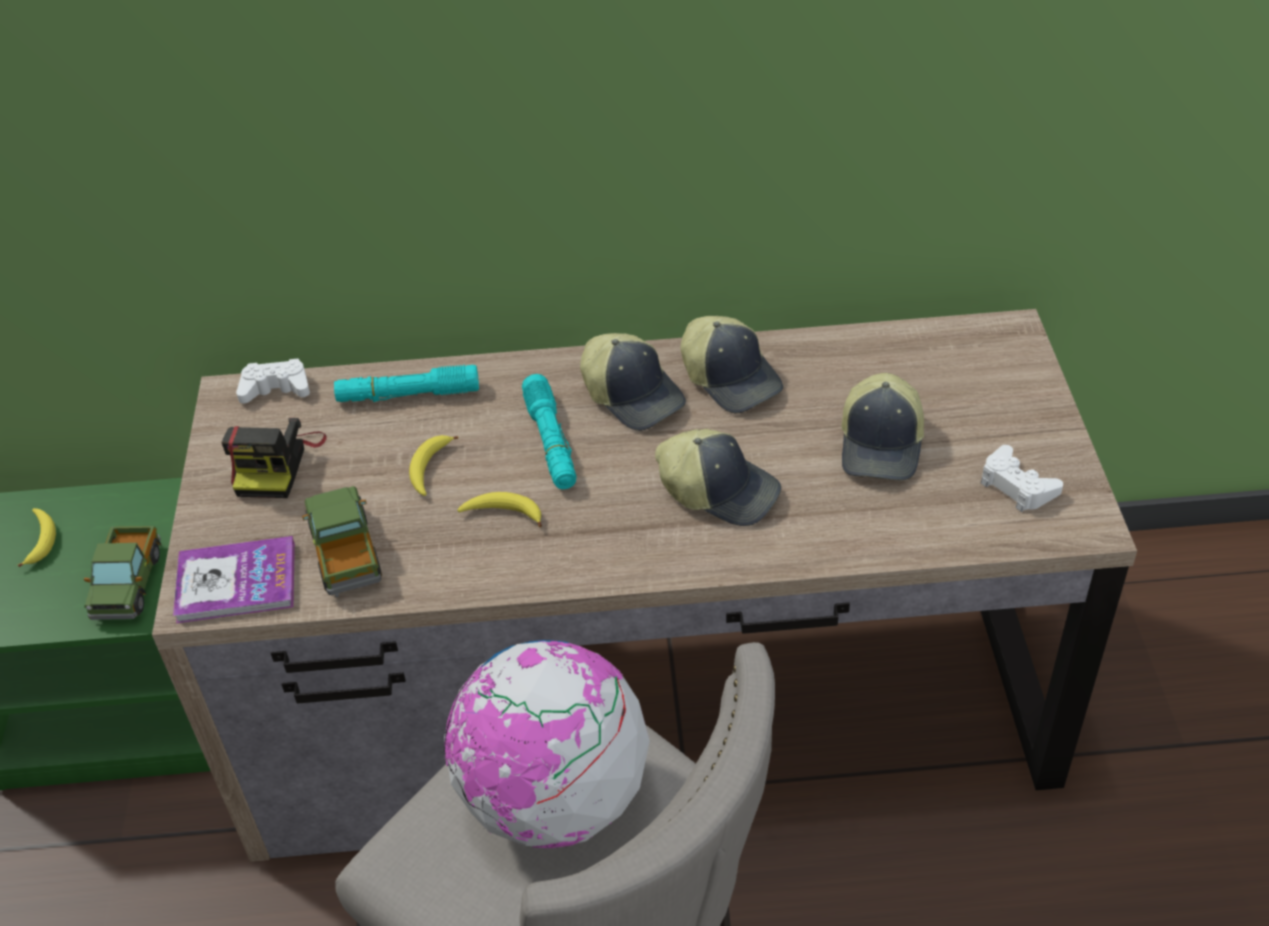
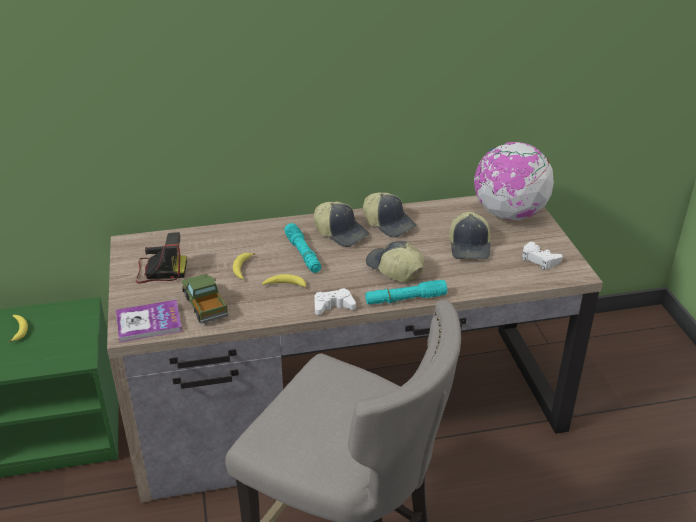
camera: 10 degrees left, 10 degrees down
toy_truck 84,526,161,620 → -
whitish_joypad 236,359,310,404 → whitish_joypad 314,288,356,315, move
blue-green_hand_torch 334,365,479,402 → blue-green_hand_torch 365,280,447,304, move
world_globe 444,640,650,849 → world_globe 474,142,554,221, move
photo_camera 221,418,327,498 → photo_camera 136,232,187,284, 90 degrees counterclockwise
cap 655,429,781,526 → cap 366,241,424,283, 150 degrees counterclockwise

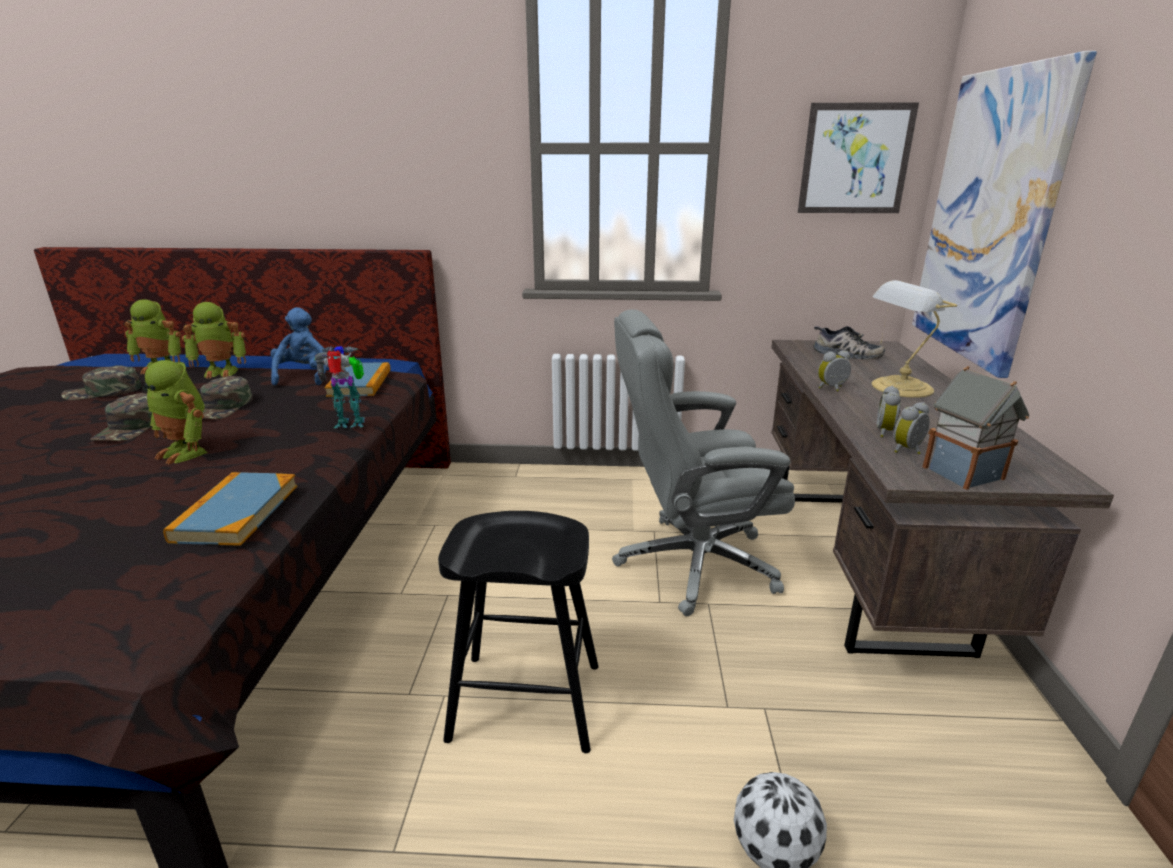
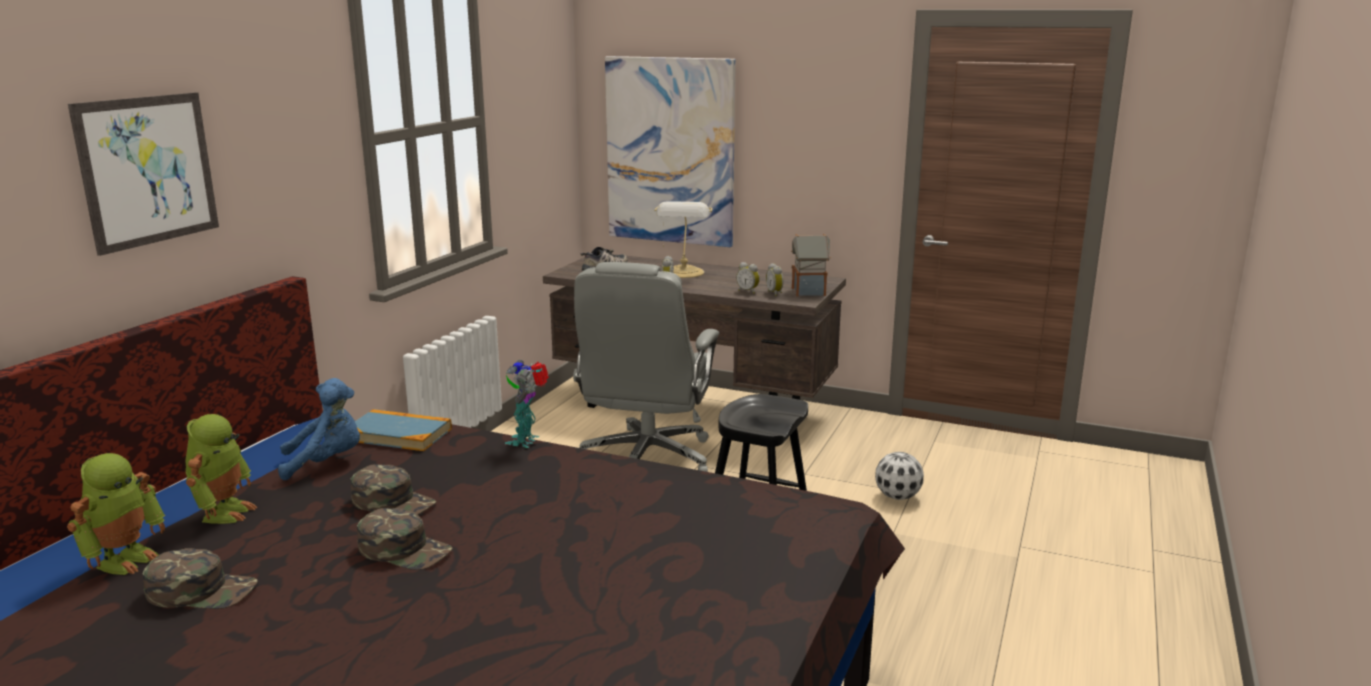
camera: 70 degrees left, 5 degrees down
model_robot 142,360,208,464 → -
book 163,472,297,546 → -
picture 798,102,919,213 → picture 68,92,219,256, move
green_cap 61,365,142,400 → green_cap 142,548,257,609, 90 degrees counterclockwise
blue-coloured_plush_toy 270,307,327,385 → blue-coloured_plush_toy 278,378,360,480, 150 degrees clockwise

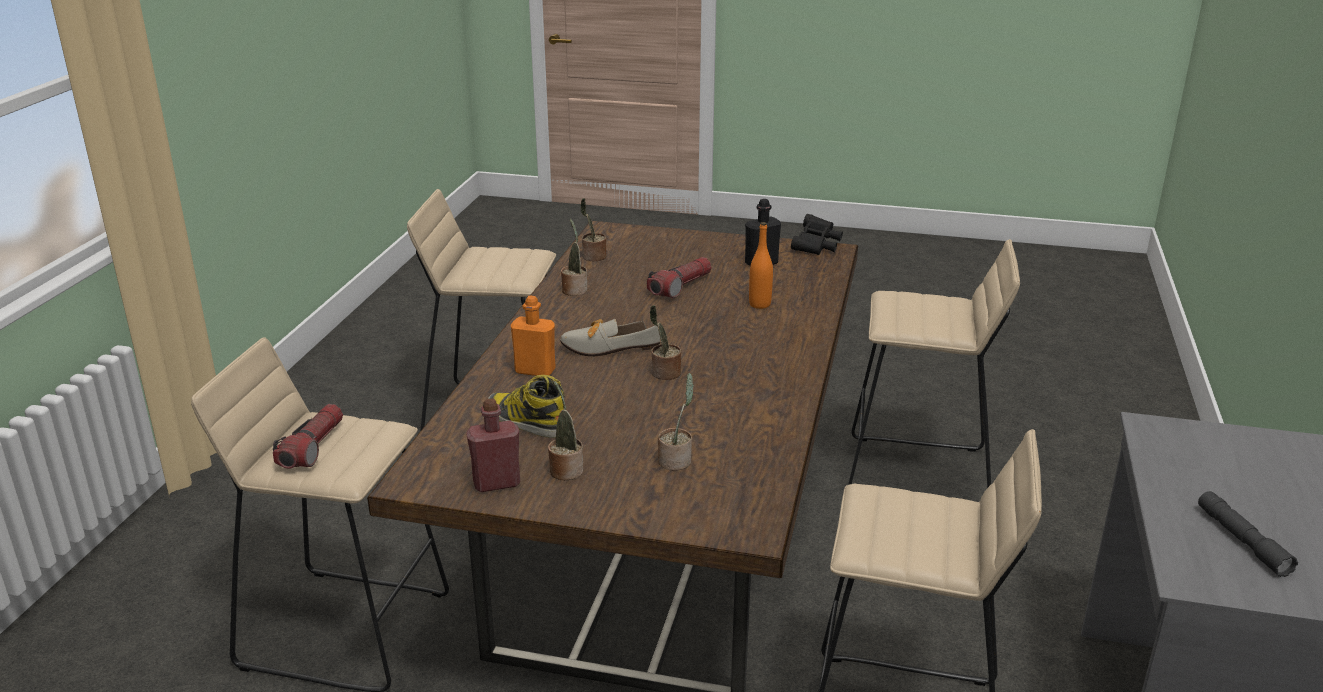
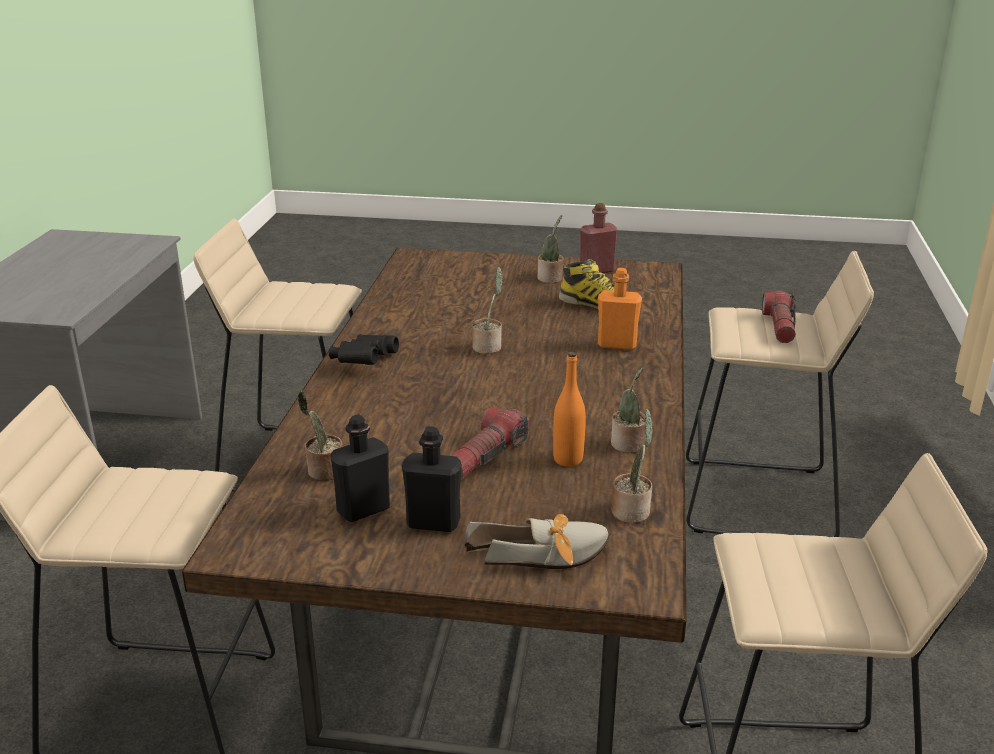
camera: 175 degrees right, 0 degrees up
gray_hand_torch 1198,491,1298,577 → -
- → black_beverage_bottle 402,426,462,532
item_of_footwear 560,319,660,356 → item_of_footwear 465,514,609,569, move
plant_in_a_pot 658,373,694,471 → plant_in_a_pot 297,391,342,481, move
orange-coloured_beverage_bottle 749,222,773,309 → orange-coloured_beverage_bottle 553,352,586,467, move
black_field_glasses 791,214,843,255 → black_field_glasses 329,334,399,365, move

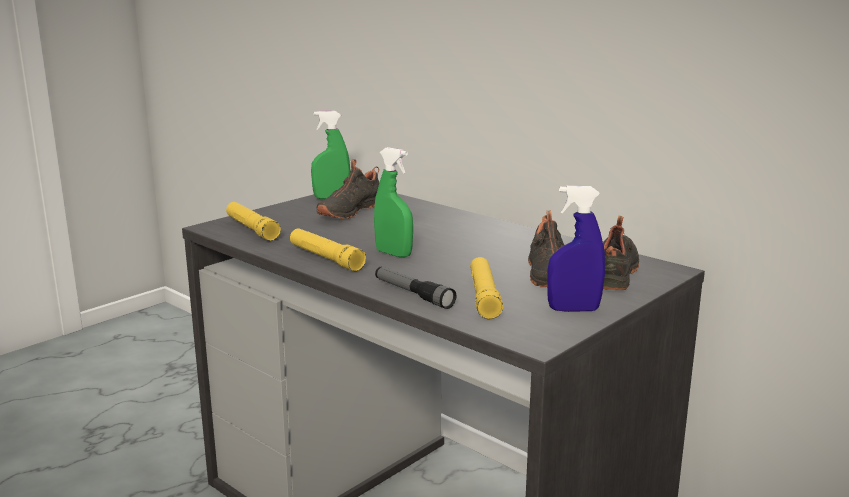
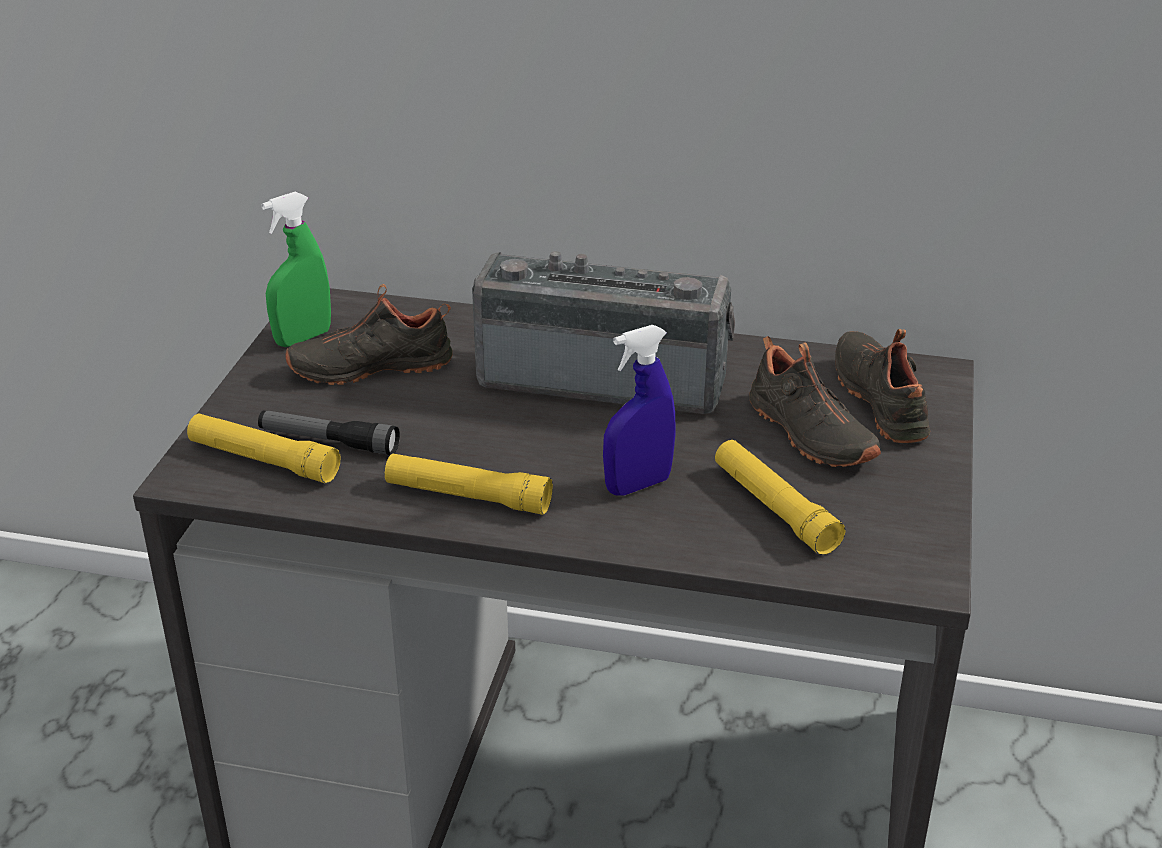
camera: 30 degrees left, 15 degrees up
green_sprayer 374,147,413,257 → -
- → radio_receiver 472,251,735,414
hand_torch 375,267,456,309 → hand_torch 258,410,400,455, move
blue-coloured_sprayer 547,186,605,312 → blue-coloured_sprayer 603,325,676,495, move
black_item_of_footwear 317,159,379,219 → black_item_of_footwear 285,284,453,385, 75 degrees clockwise

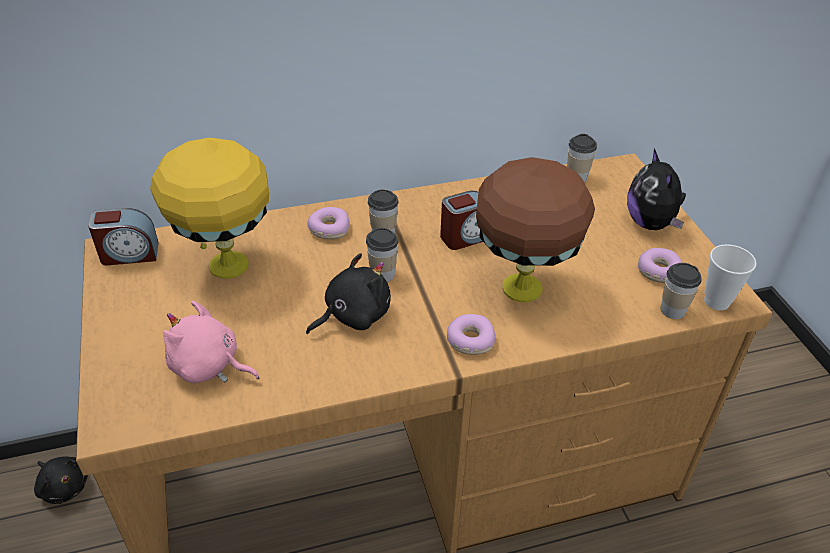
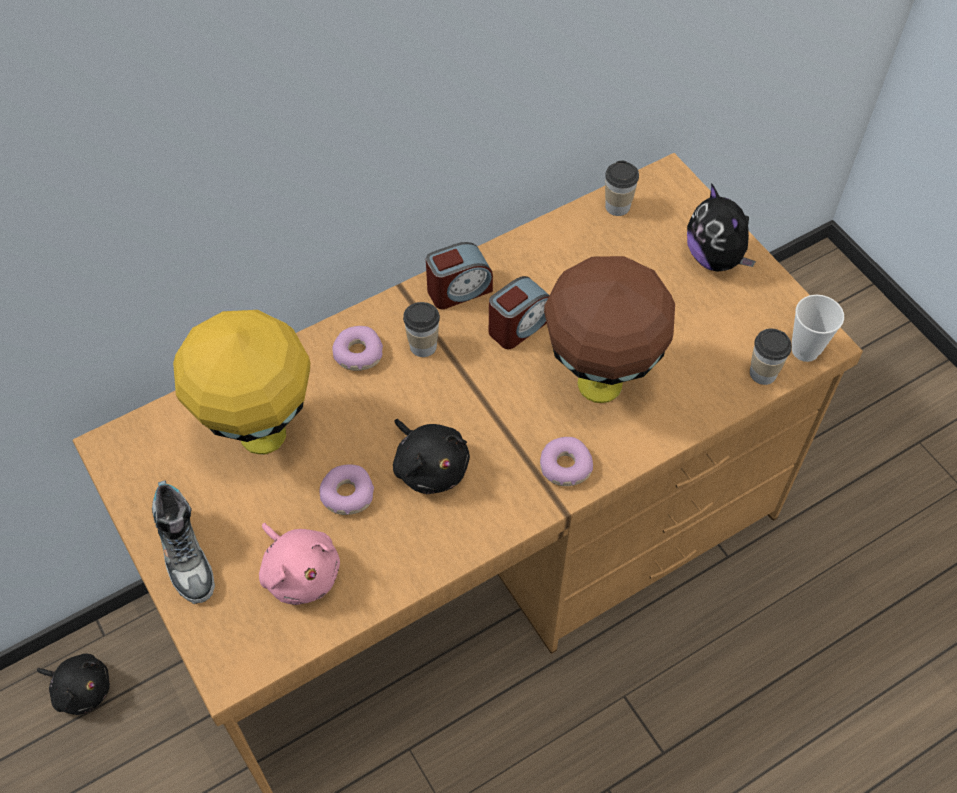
camera: 15 degrees left, 15 degrees up
small_cup 366,228,399,282 → -
- → item_of_footwear 152,480,215,604
alarm_clock 88,208,158,265 → alarm_clock 426,242,493,309, move
ring_doughnut 638,248,682,283 → ring_doughnut 320,464,374,515, move
pink-coloured_plush_toy 163,301,259,383 → pink-coloured_plush_toy 259,523,340,605, 135 degrees counterclockwise
black_plush_toy 306,253,391,334 → black_plush_toy 393,419,470,494, 105 degrees clockwise

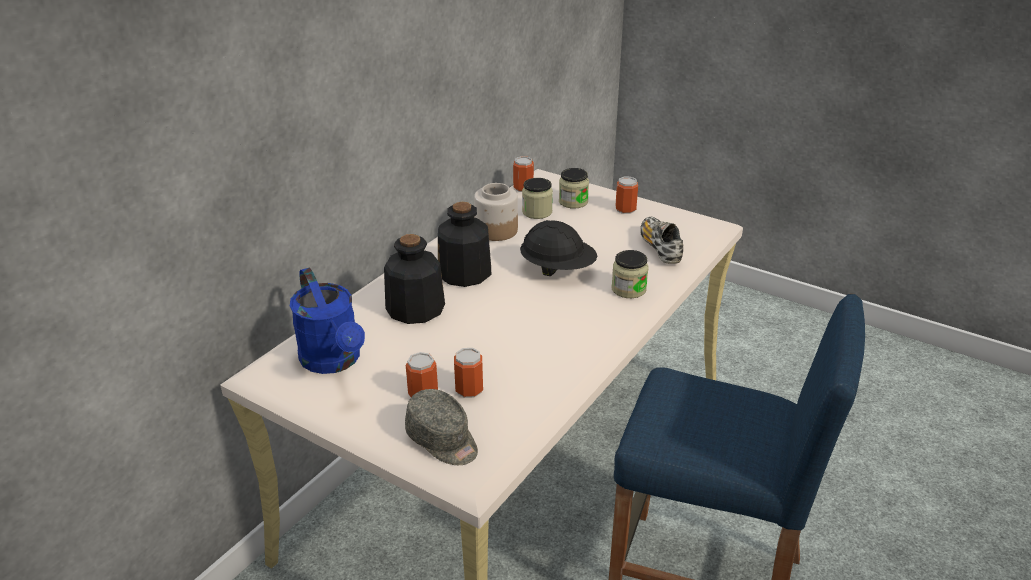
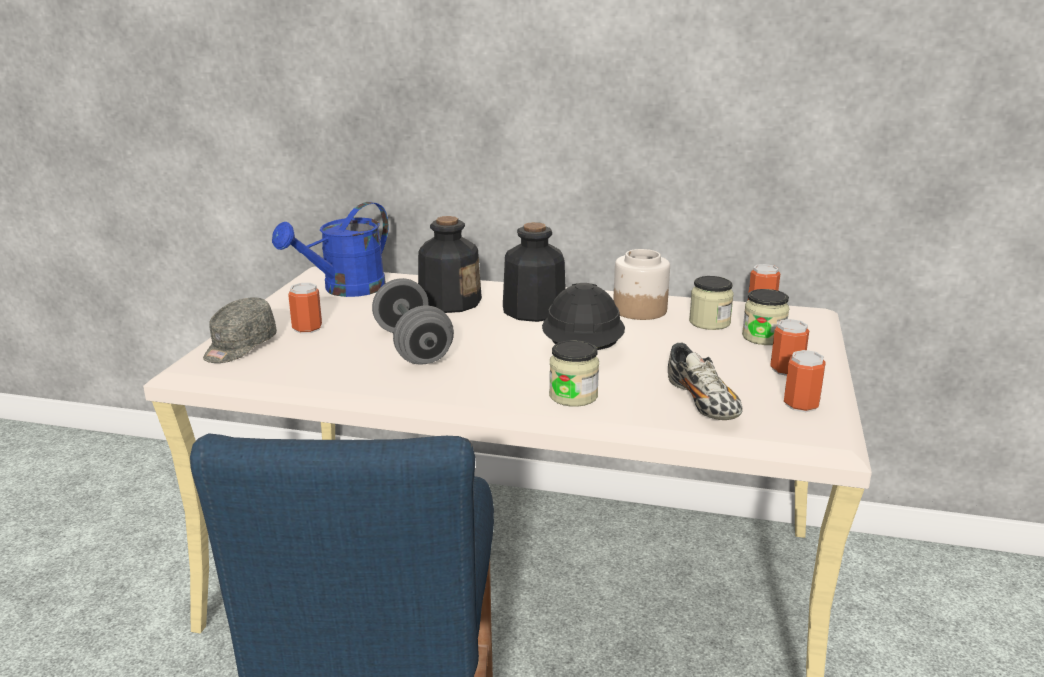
camera: 70 degrees right, 10 degrees down
- → gray_free_weight 372,278,454,365
metal_can 454,348,483,398 → metal_can 784,350,826,412, move
item_of_footwear 640,217,683,264 → item_of_footwear 668,343,743,420, 105 degrees clockwise

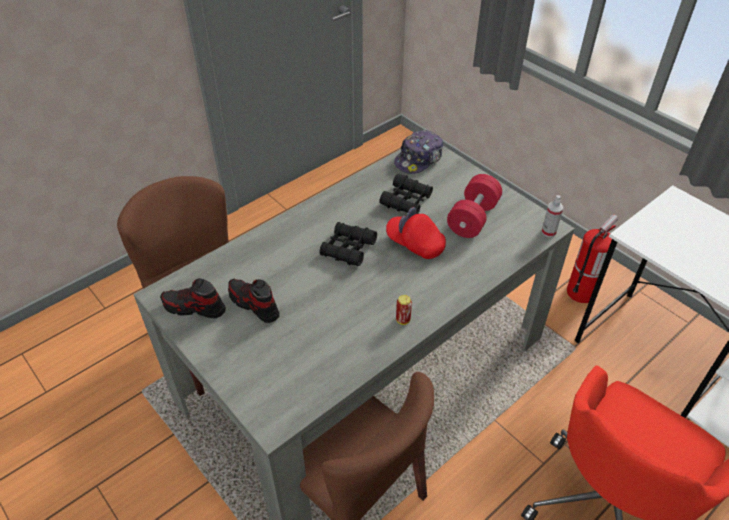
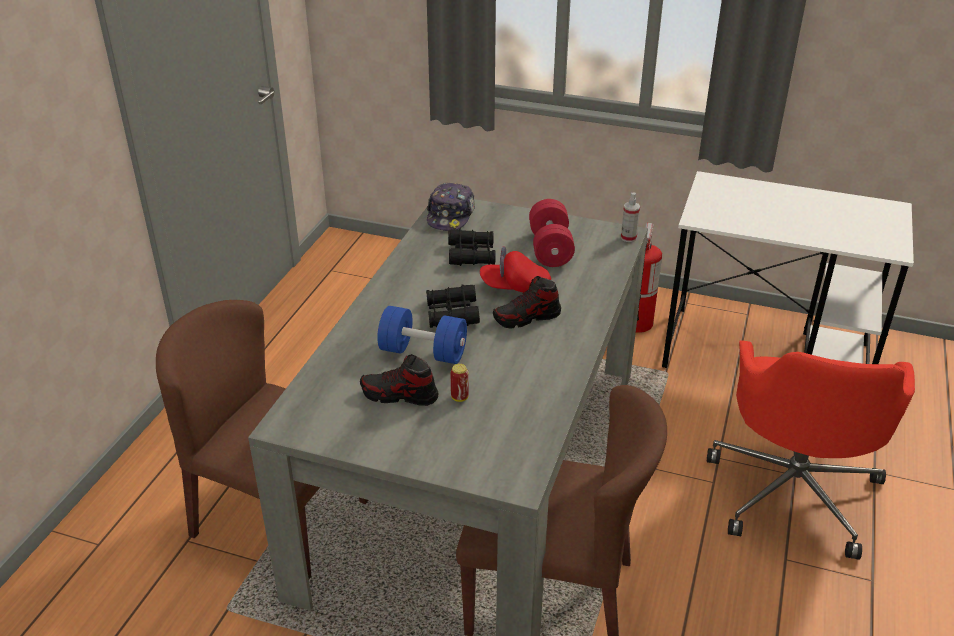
camera: 30 degrees left, 10 degrees down
- → blue-coloured_free_weight 377,306,467,364
item_of_footwear 160,278,226,319 → item_of_footwear 493,276,561,328, move
metal_can 396,295,412,325 → metal_can 450,364,469,402, move

